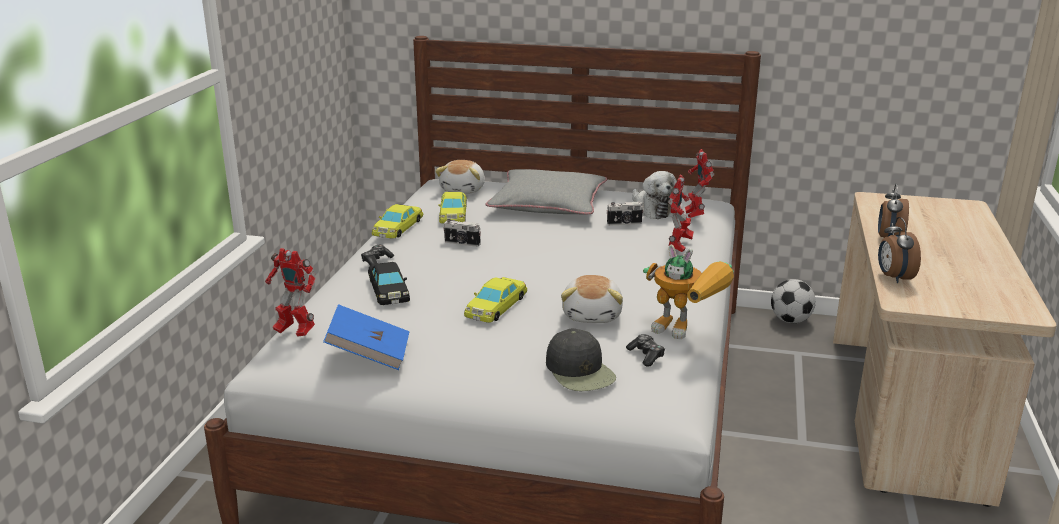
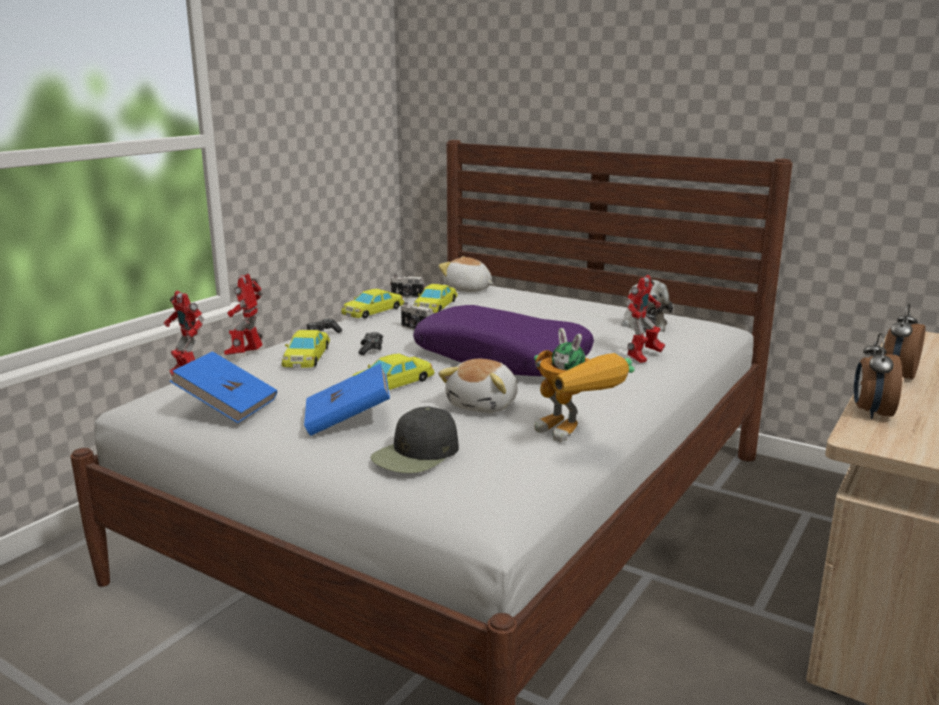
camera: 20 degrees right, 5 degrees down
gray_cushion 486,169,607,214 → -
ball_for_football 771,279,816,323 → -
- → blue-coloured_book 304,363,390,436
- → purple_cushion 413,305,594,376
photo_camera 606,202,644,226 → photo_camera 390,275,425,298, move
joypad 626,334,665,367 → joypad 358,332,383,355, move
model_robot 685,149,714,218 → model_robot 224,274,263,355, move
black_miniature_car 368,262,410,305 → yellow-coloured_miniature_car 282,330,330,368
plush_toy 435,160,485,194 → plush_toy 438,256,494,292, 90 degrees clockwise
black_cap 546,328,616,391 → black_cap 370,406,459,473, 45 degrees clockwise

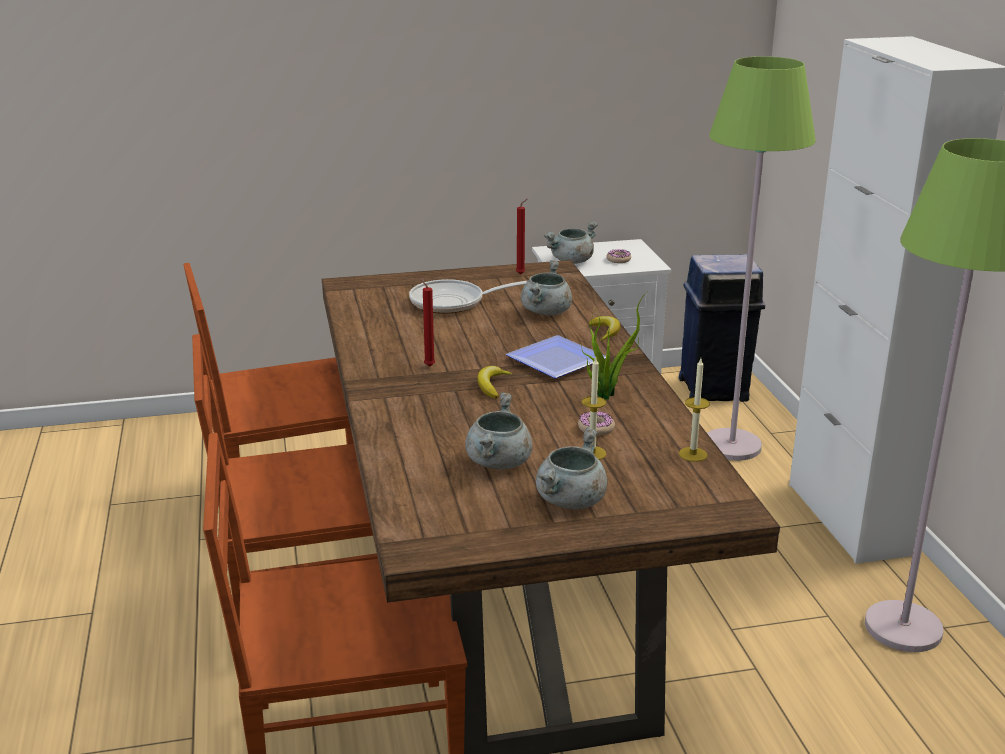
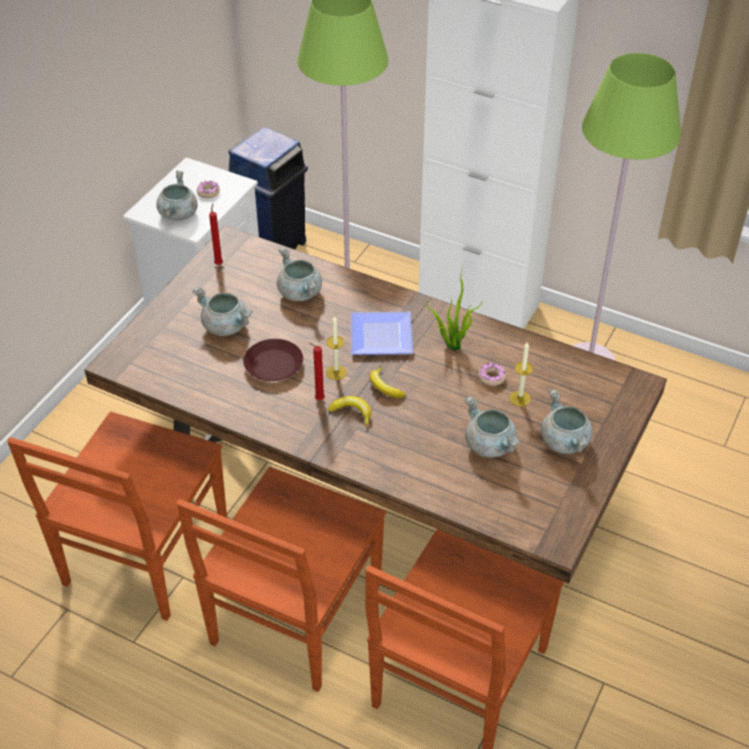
camera: 50 degrees left, 20 degrees up
- → brown-coloured_flat_dish 243,339,303,381
banana_fruit 589,316,620,341 → banana_fruit 328,396,371,427, move
wax_light 679,359,710,462 → wax_light 326,315,347,380, move
frying_pan 409,279,527,314 → gray_stockpot 193,287,253,336

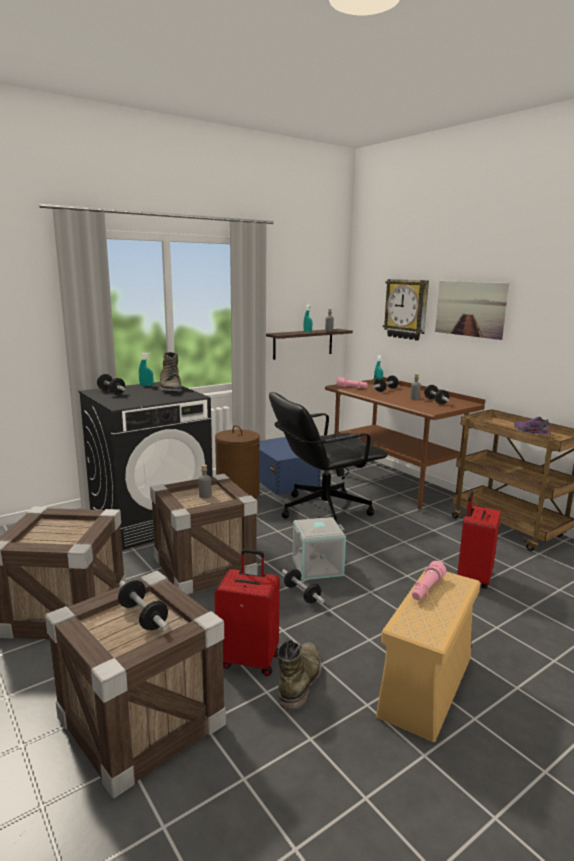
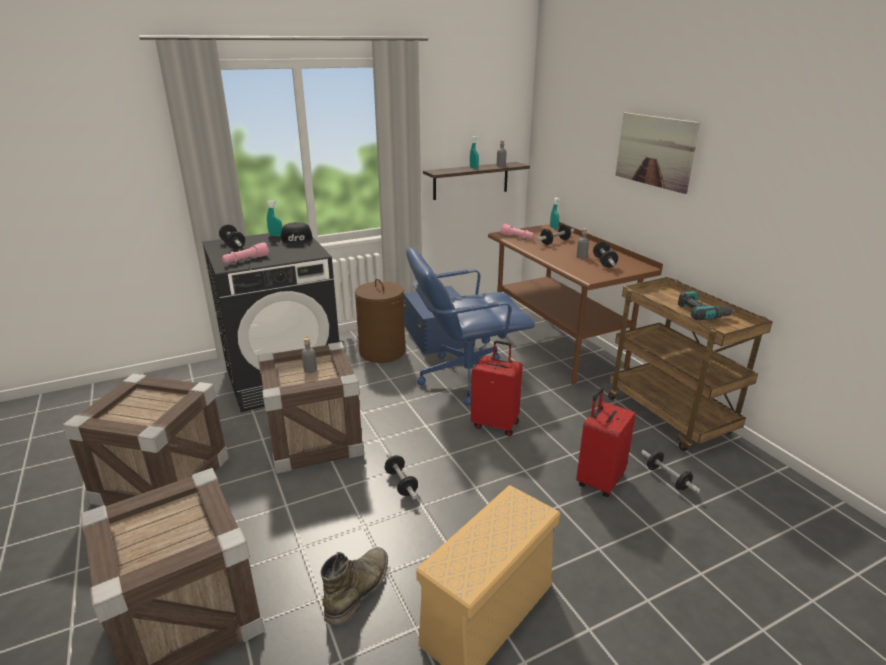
camera: 10 degrees right, 10 degrees up
gray_storage_bin 293,517,346,580 → -
clock_on_the_wall 383,279,429,340 → -
free_weight 118,580,169,631 → free_weight 641,450,701,493, move
reddish_piece_of_luggage 214,549,280,676 → reddish_piece_of_luggage 471,340,523,436, move
pink-coloured_hand_torch 412,561,446,600 → pink-coloured_hand_torch 222,243,269,263, move
green_high-top_boot 160,352,182,392 → black_cap 281,222,313,247
purple_item_of_footwear 514,417,552,434 → drill 678,291,735,320
black_desk_chair 269,392,387,525 → blue-coloured_desk_chair 406,247,535,406

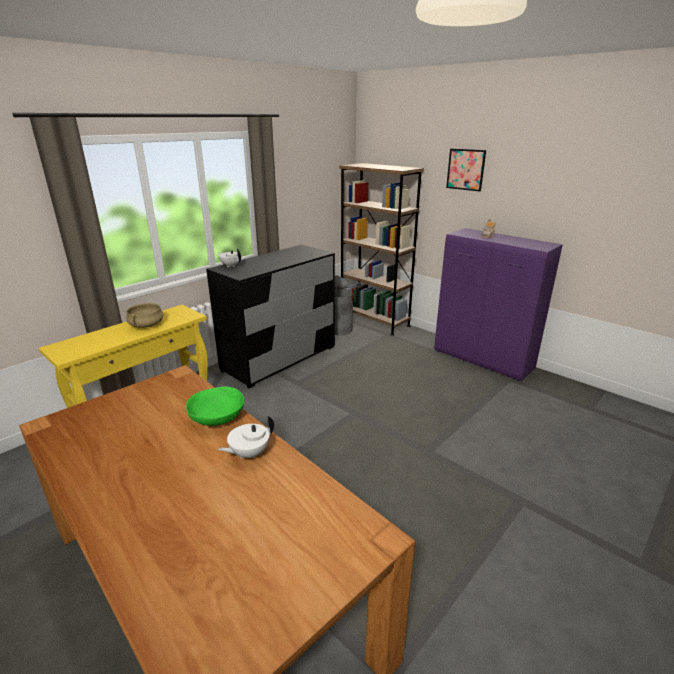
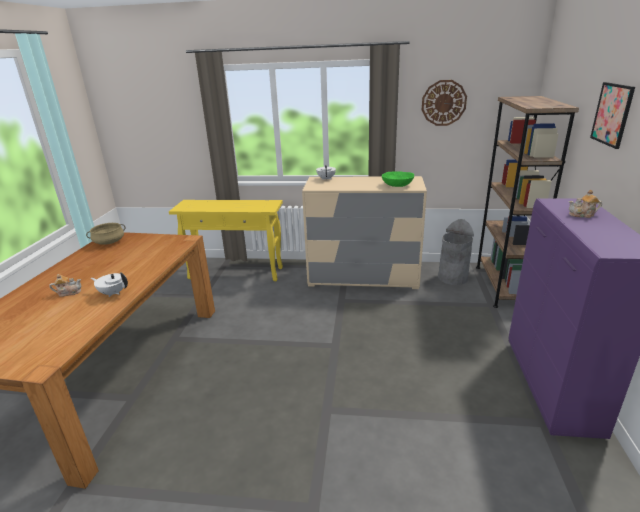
camera: 55 degrees right, 0 degrees up
- → tea_pot 50,274,81,297
- → clock_on_the_wall 422,80,467,126
sand-coloured_stockpot 126,303,163,328 → sand-coloured_stockpot 86,223,125,245, move
green_bowl 186,386,244,426 → green_bowl 382,171,414,187, move
black_drawer_chest 206,245,335,388 → sand-coloured_drawer_chest 302,176,427,289

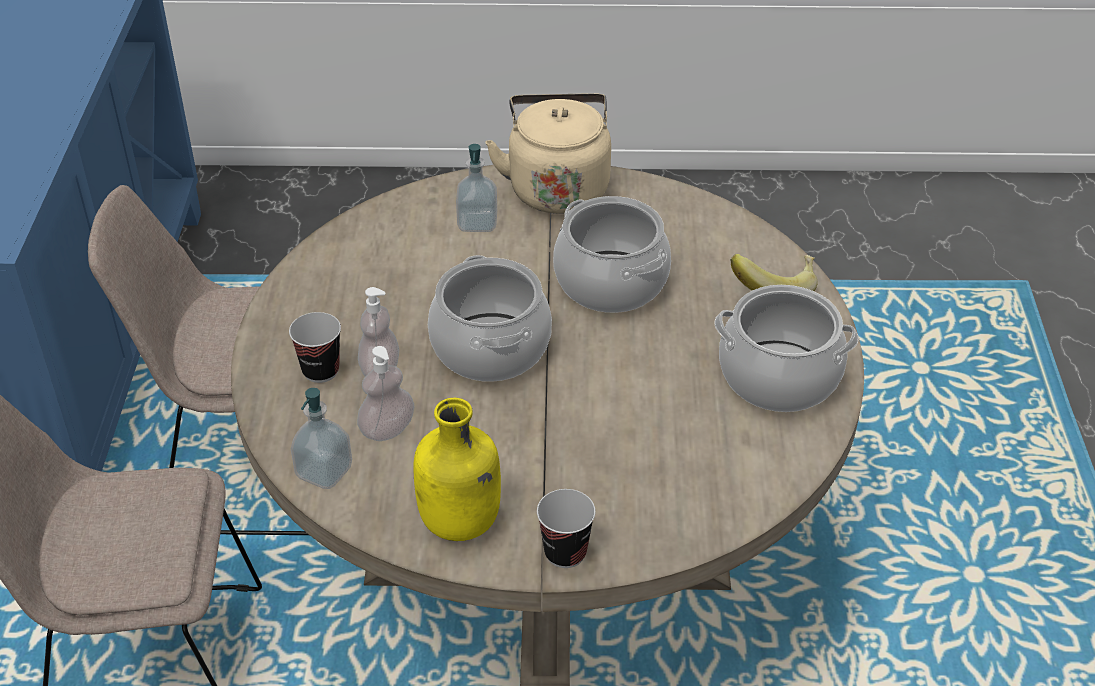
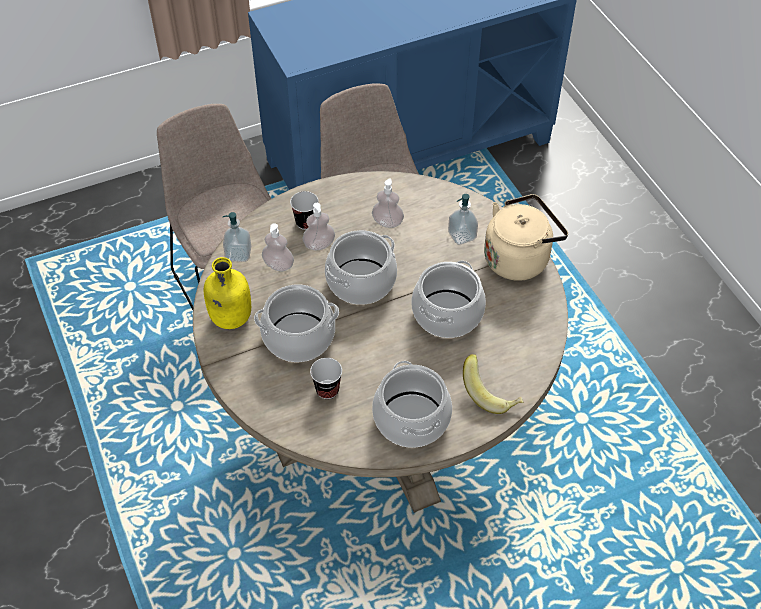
camera: 65 degrees right, 10 degrees up
- → stockpot 254,284,339,362
- → liquid_soap_bottle 372,178,404,228
small_cup 537,489,596,568 → small_cup 310,358,342,399, move

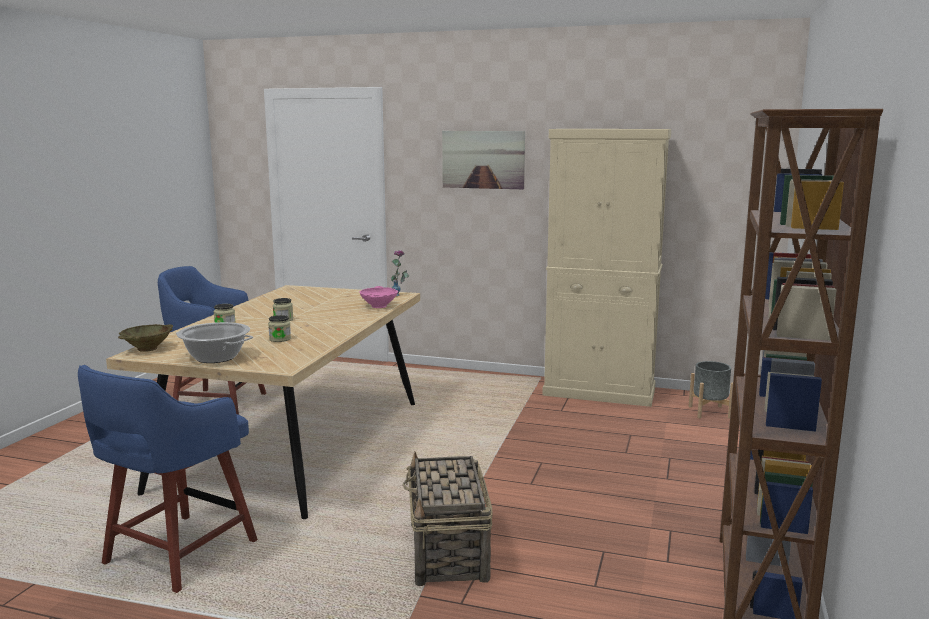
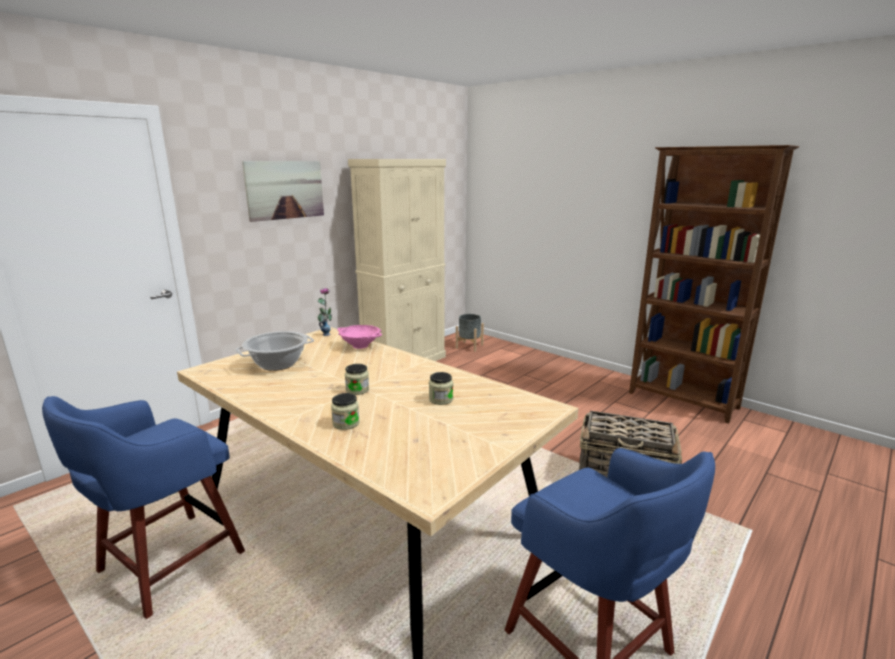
camera: 65 degrees left, 5 degrees up
sand-coloured_bowl 118,324,173,352 → -
stockpot 176,322,253,363 → stockpot 236,331,314,371, move

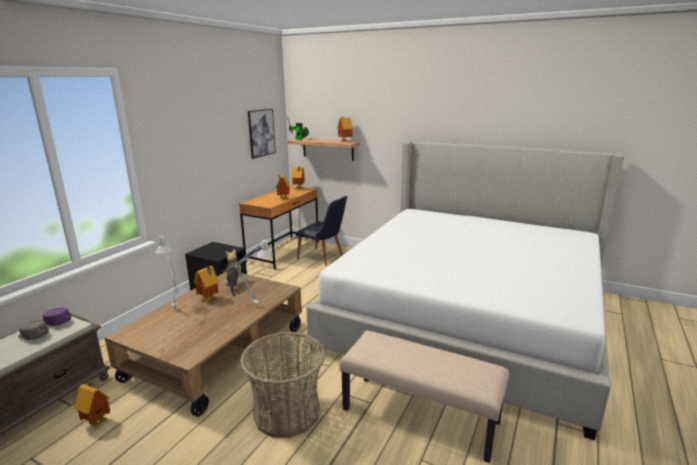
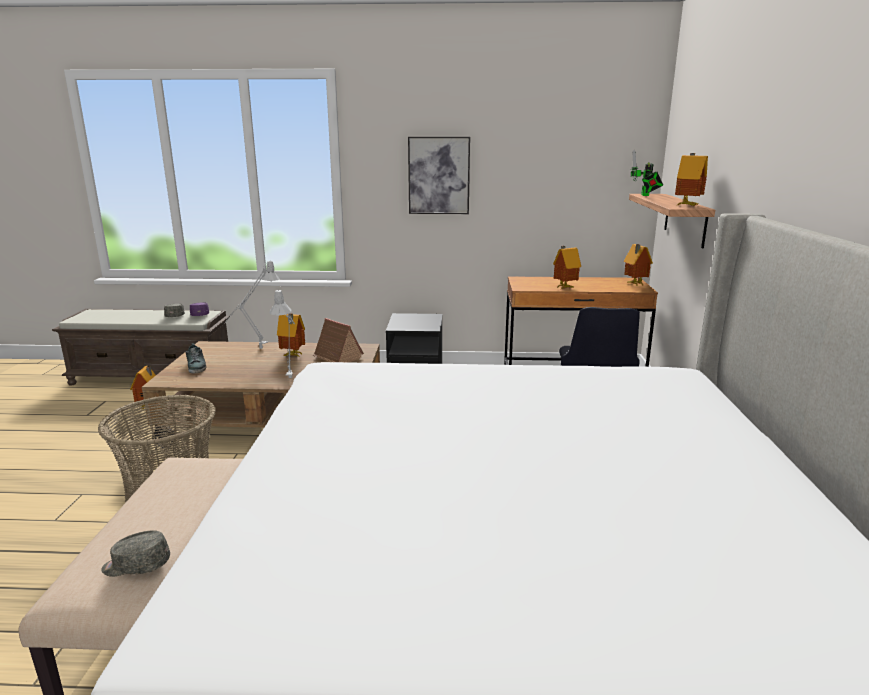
camera: 65 degrees right, 0 degrees up
- → gray_cap 101,530,170,577
- → item_of_footwear 186,343,206,373
picture 248,109,276,159 → picture 408,137,470,214, move
plush_toy 225,249,245,297 → miniature_house 312,318,364,362

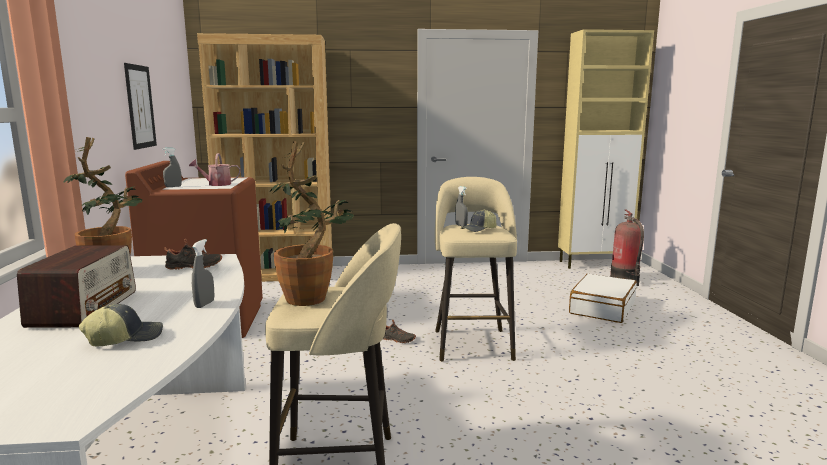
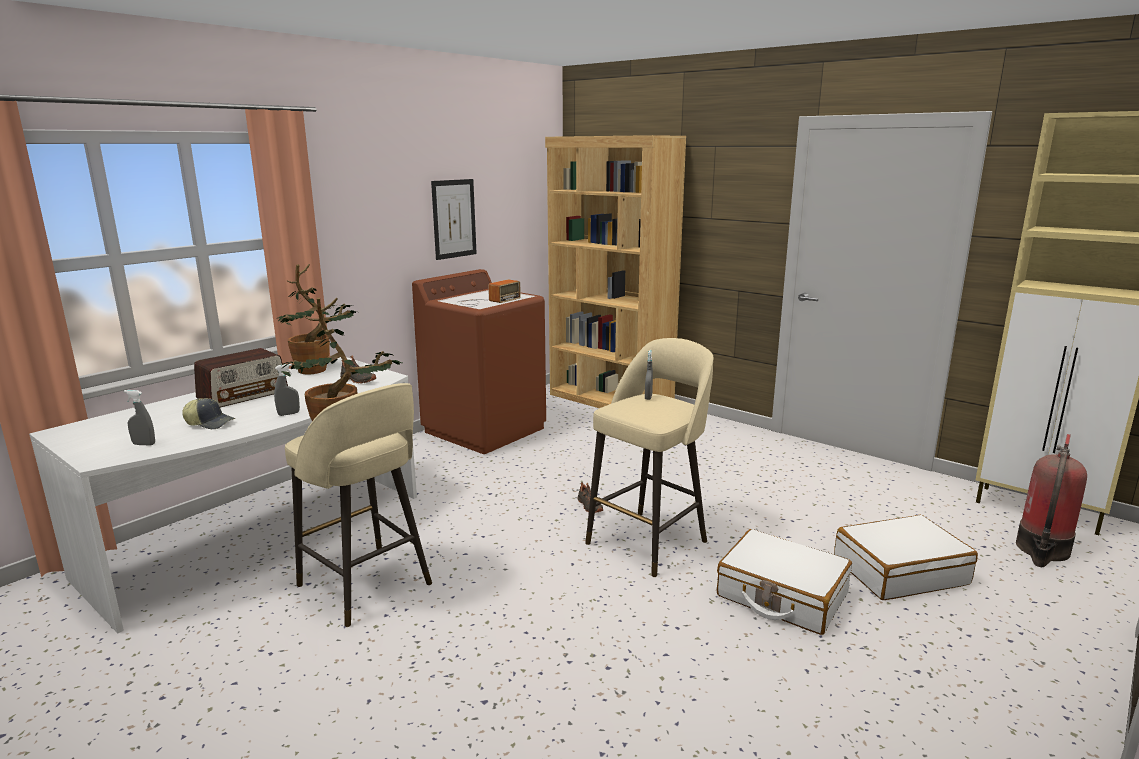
camera: 45 degrees right, 5 degrees up
cap 461,209,496,232 → -
- → whitish_piece_of_luggage 717,529,852,635
gray_sprayer 163,148,182,187 → gray_sprayer 124,390,155,445, move
watering_can 189,153,241,186 → radio_receiver 456,280,521,307

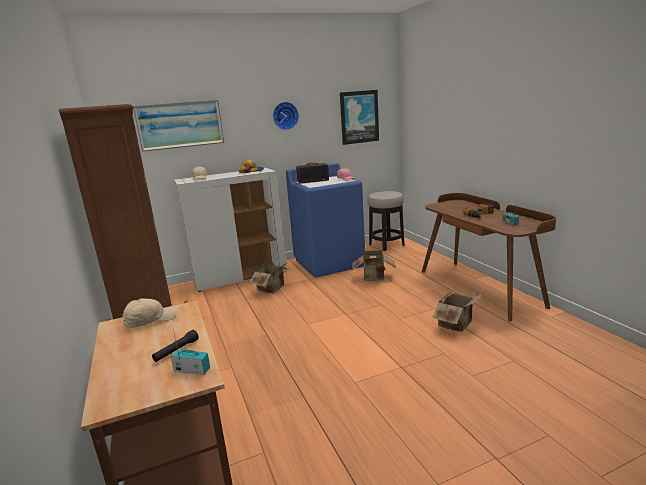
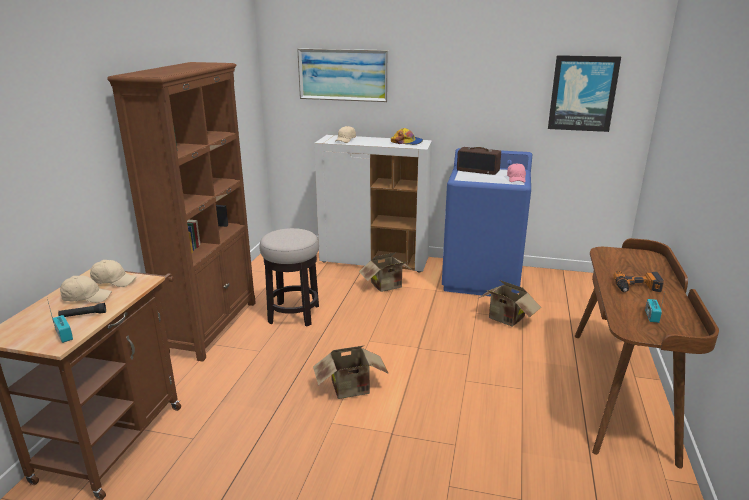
camera: 35 degrees right, 5 degrees up
clock_on_the_wall 273,102,299,130 → -
- → sand-coloured_cap 60,276,112,303
stool_seat 368,191,405,251 → stool_seat 259,228,319,327, move
carton 432,287,485,332 → carton 313,345,389,399, move

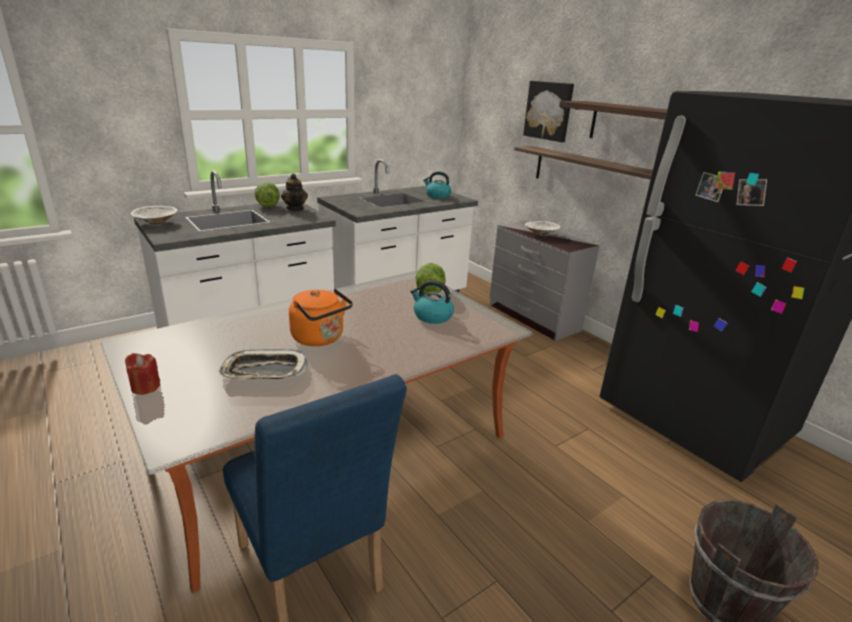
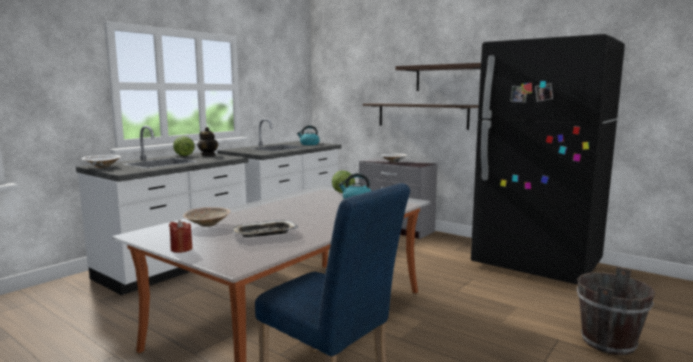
camera: 15 degrees left, 15 degrees down
orange-coloured_kettle 289,288,353,346 → -
picture 523,81,574,142 → -
- → sand-coloured_bowl 183,207,231,227

